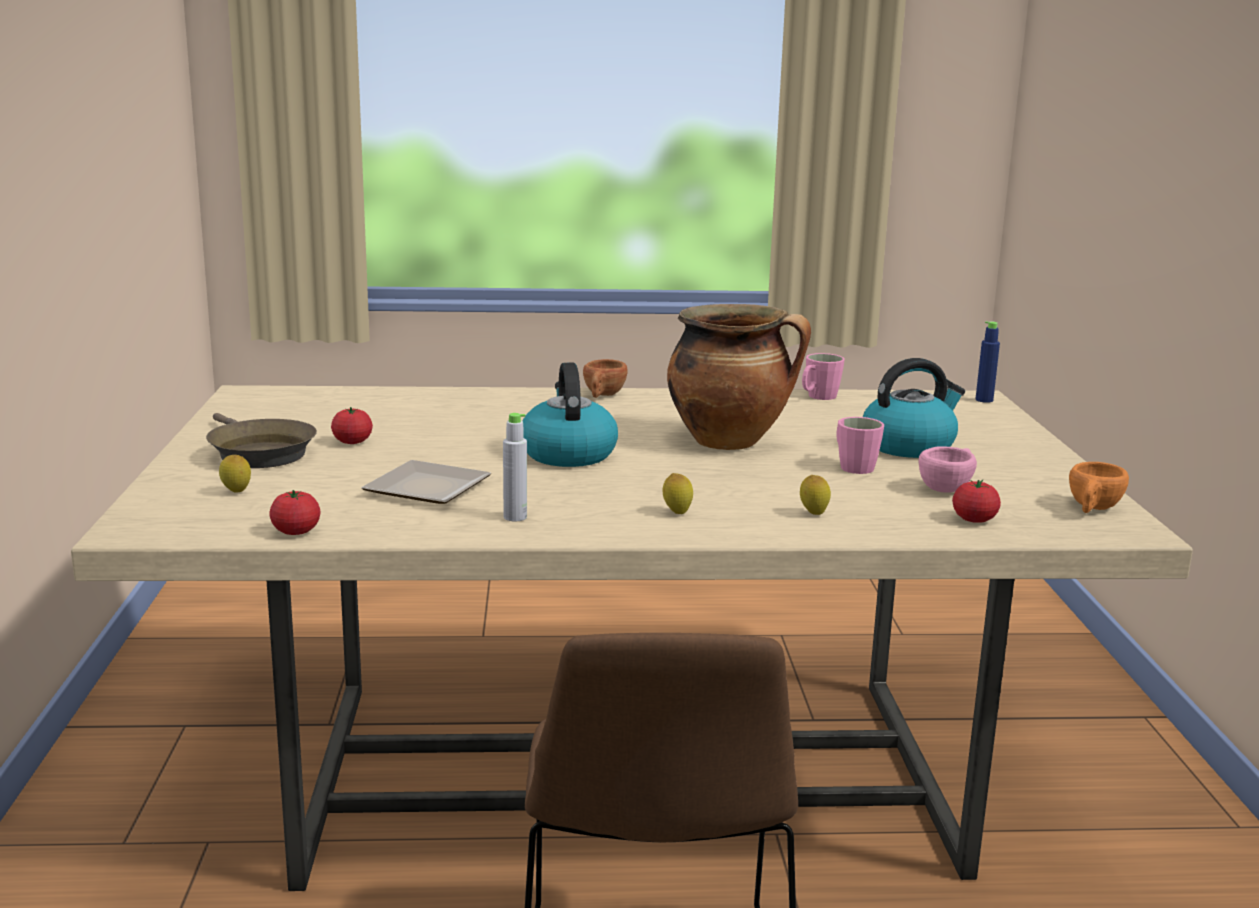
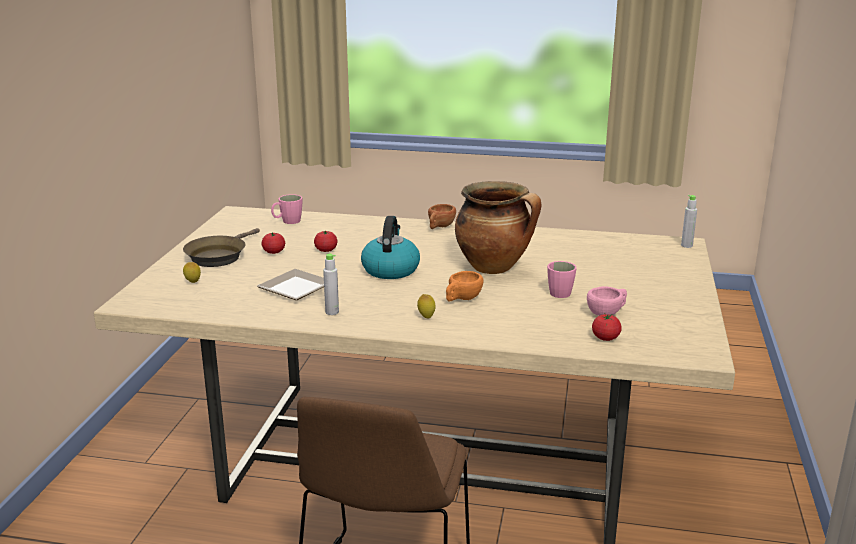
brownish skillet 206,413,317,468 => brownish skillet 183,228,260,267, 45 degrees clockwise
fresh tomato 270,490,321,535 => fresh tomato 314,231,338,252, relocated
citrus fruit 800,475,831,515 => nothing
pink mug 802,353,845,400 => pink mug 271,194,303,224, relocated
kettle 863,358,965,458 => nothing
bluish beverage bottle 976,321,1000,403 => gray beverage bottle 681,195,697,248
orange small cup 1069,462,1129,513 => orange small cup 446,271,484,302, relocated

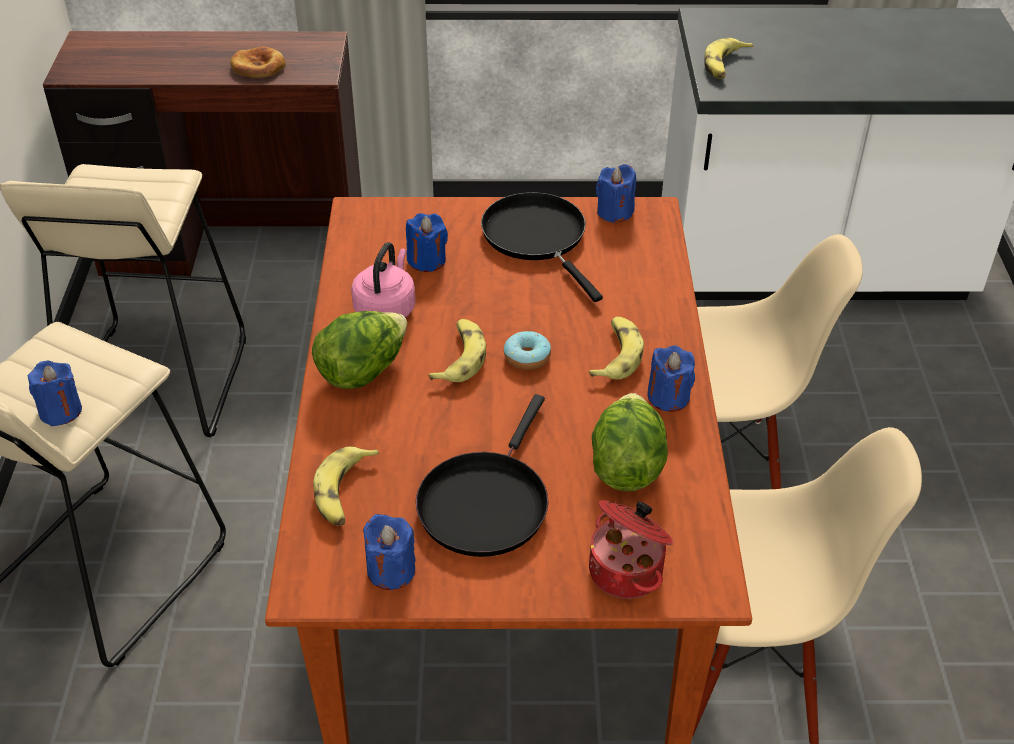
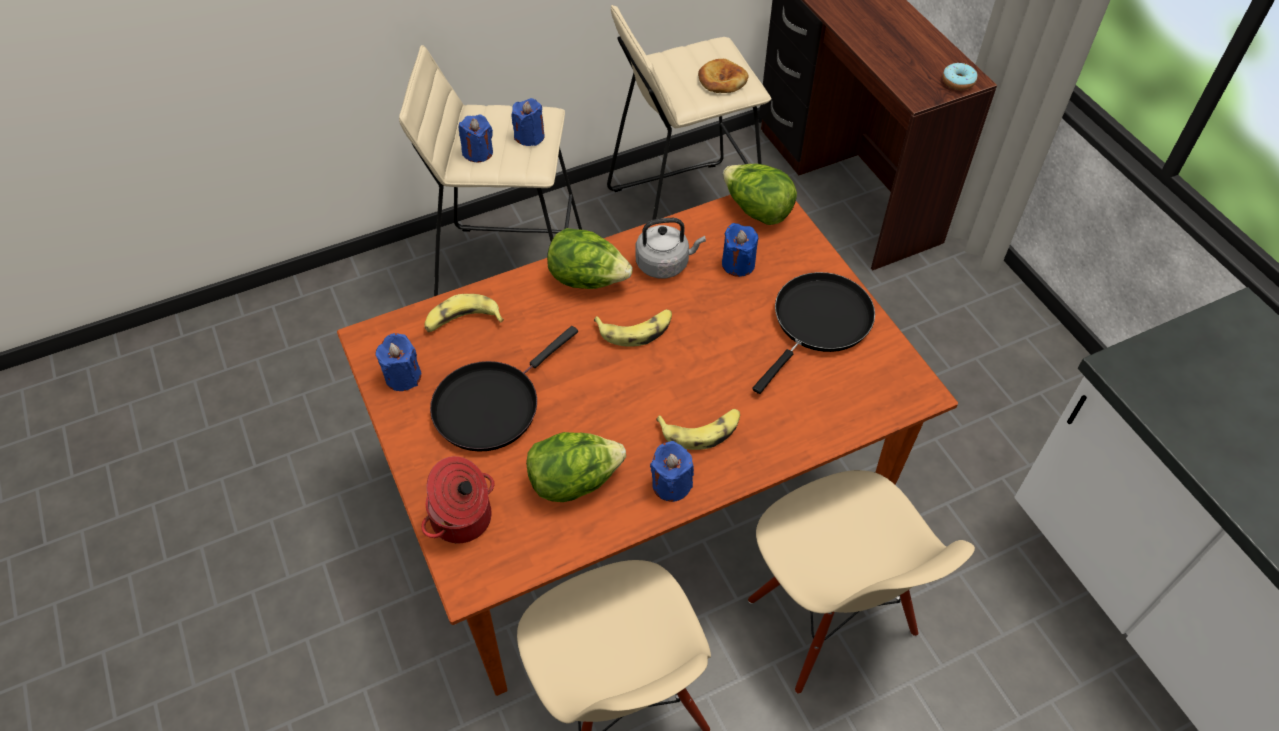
baked bread 230,47,286,78 => baked bread 698,59,749,93, relocated
pink kettle 351,242,416,317 => gray kettle 636,218,706,278
blackish skillet 416,394,548,557 => blackish skillet 430,326,578,452, 45 degrees counterclockwise
doughnut 504,331,551,370 => doughnut 943,63,978,90, relocated
bluish wax candle 596,164,636,223 => bluish wax candle 512,98,545,146, relocated
banana 704,38,753,79 => nothing
nothing => lettuce 723,164,797,225

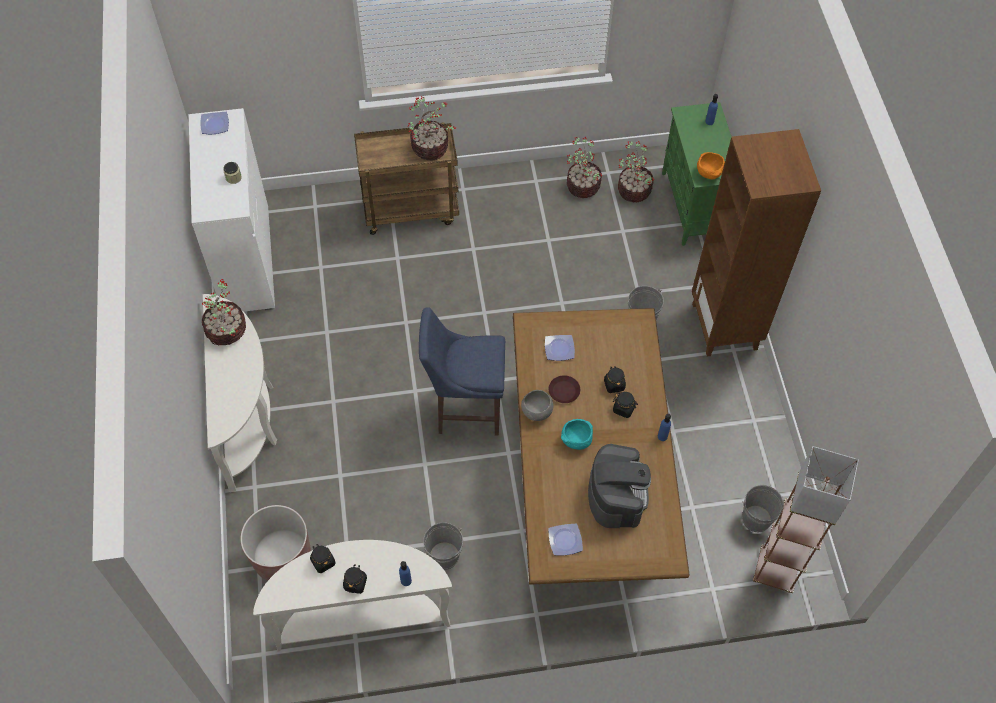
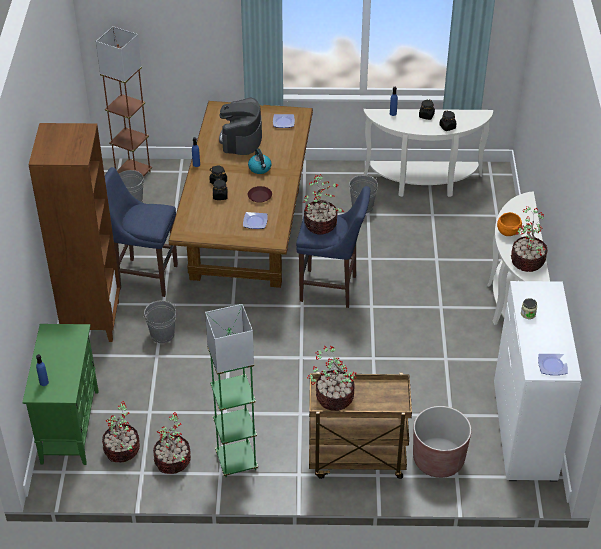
brownish plant pot 240,505,311,581 => brownish plant pot 413,406,471,478, relocated
gray deep dish 521,390,553,421 => nothing
turquoise deep dish 561,419,593,450 => kettle 248,149,272,174
orange deep dish 697,152,725,179 => orange deep dish 497,212,522,236, relocated
nothing => bluish stool seat 105,167,178,297
nothing => green standard lamp 205,304,258,477
nothing => plant in a pot 303,174,344,235

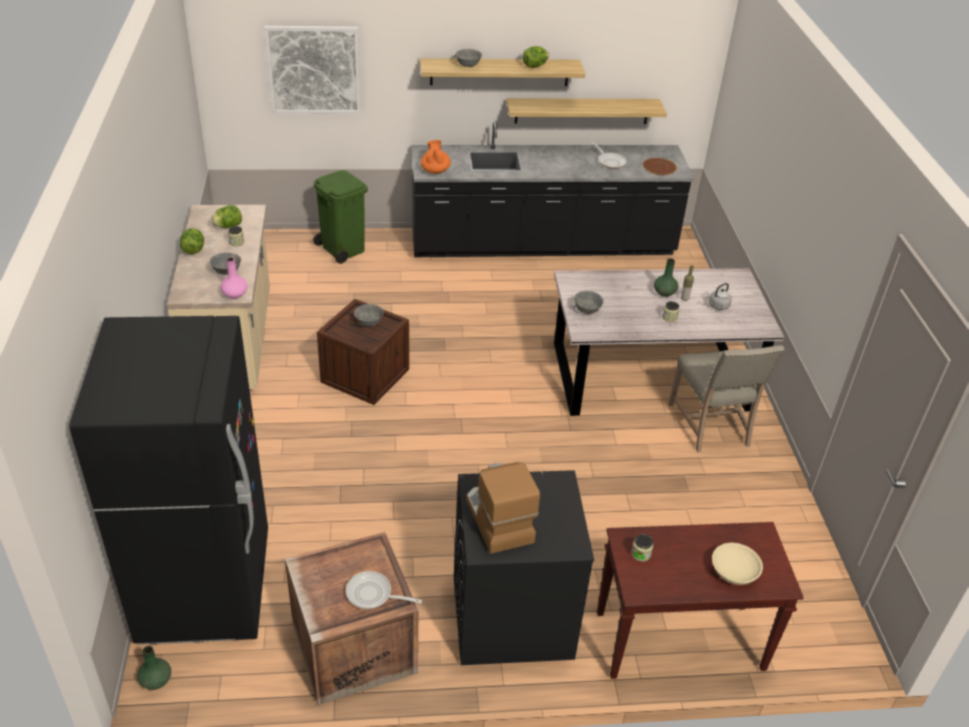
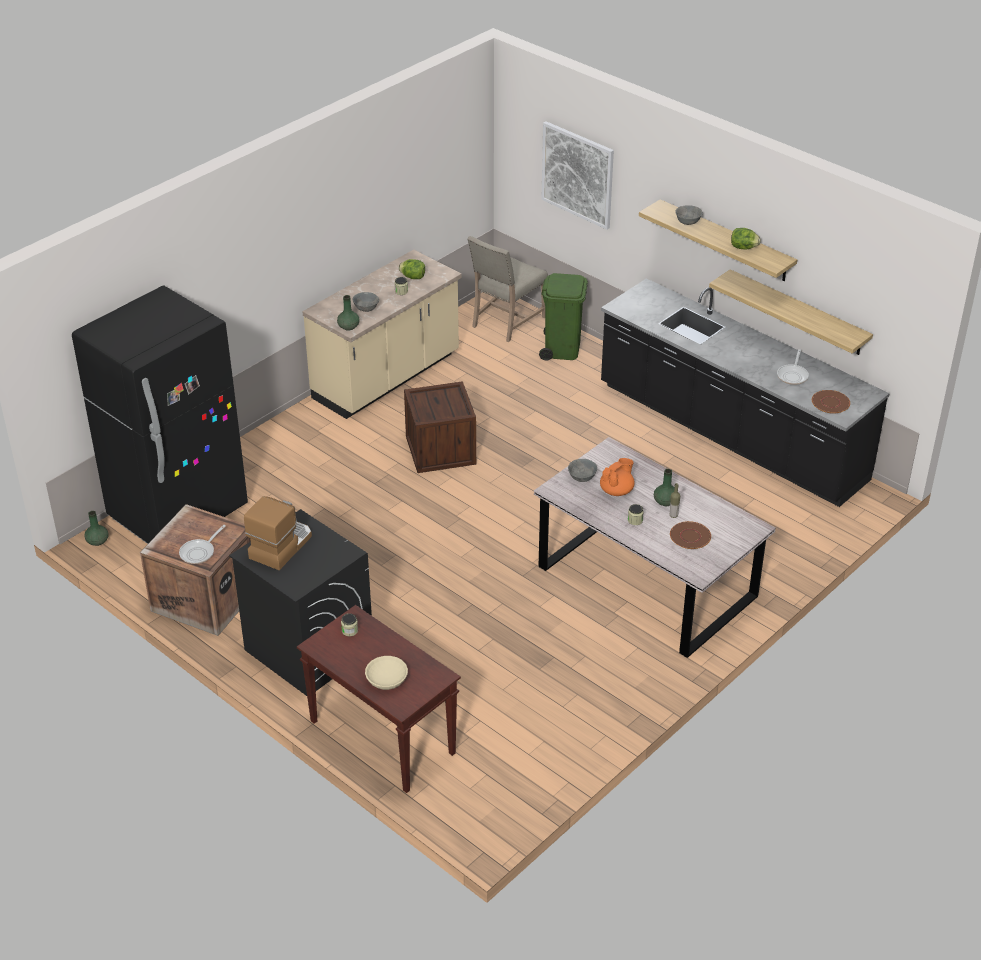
lettuce 180,228,204,255 => nothing
pink decorative vase 221,257,248,299 => green decorative vase 337,295,360,331
skillet 346,571,422,609 => skillet 179,525,226,564, 120 degrees counterclockwise
gray deep dish 354,304,384,327 => nothing
orange pot for tea 421,140,451,174 => orange pot for tea 600,458,635,496, relocated
beige chair 668,345,784,452 => beige chair 467,236,548,342, relocated
gray kettle 707,283,732,310 => brownish plate 670,521,711,549

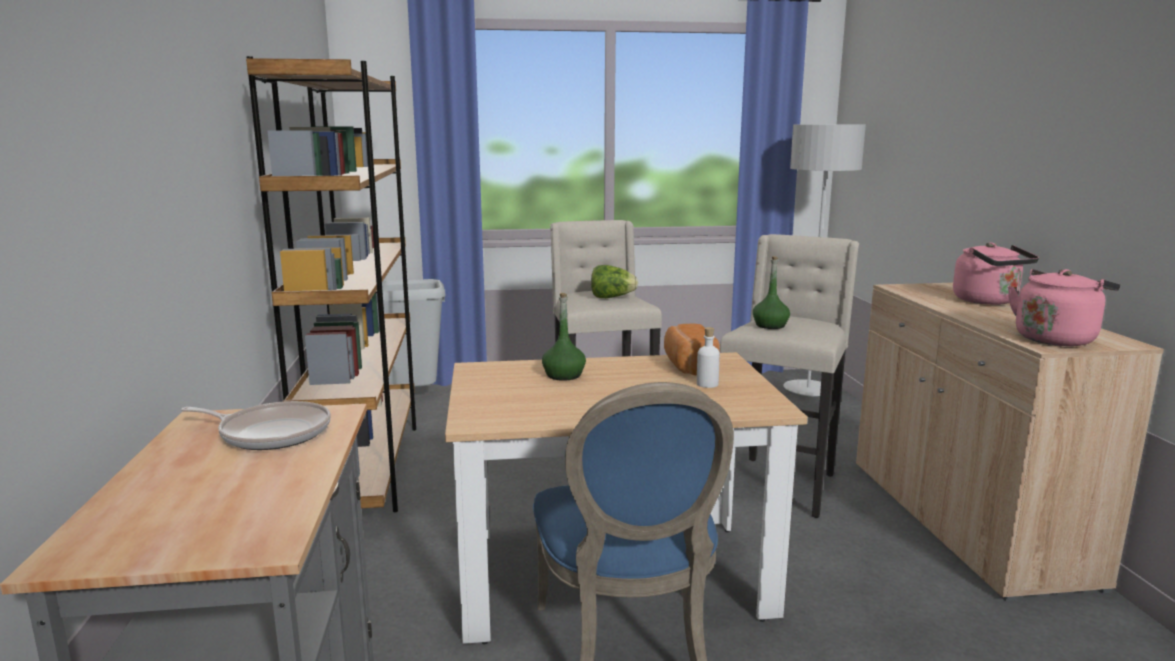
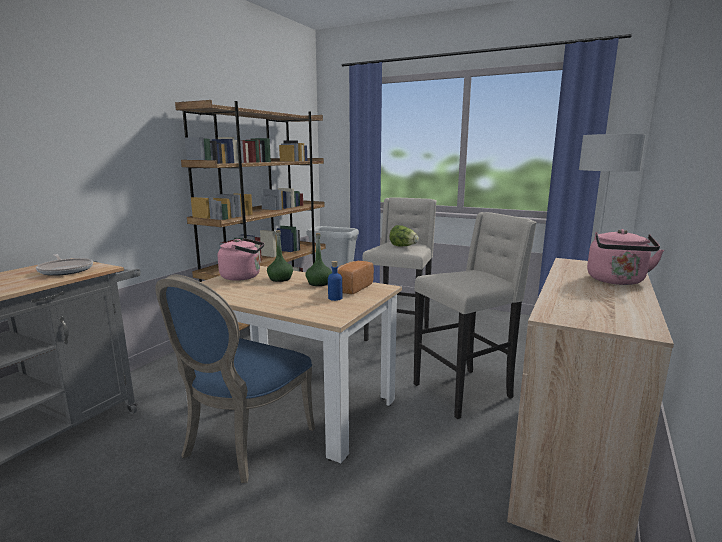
white-coloured beverage bottle 697,327,720,388 => bluish beverage bottle 328,261,343,301
green beverage bottle 753,256,790,329 => green beverage bottle 305,233,332,286, relocated
pink kettle 1008,269,1120,346 => pink kettle 218,238,264,281, relocated

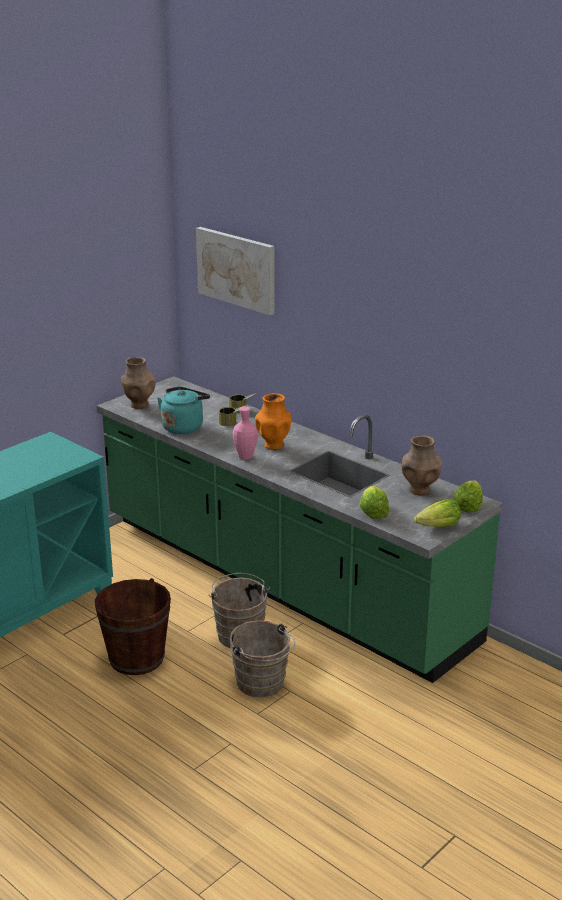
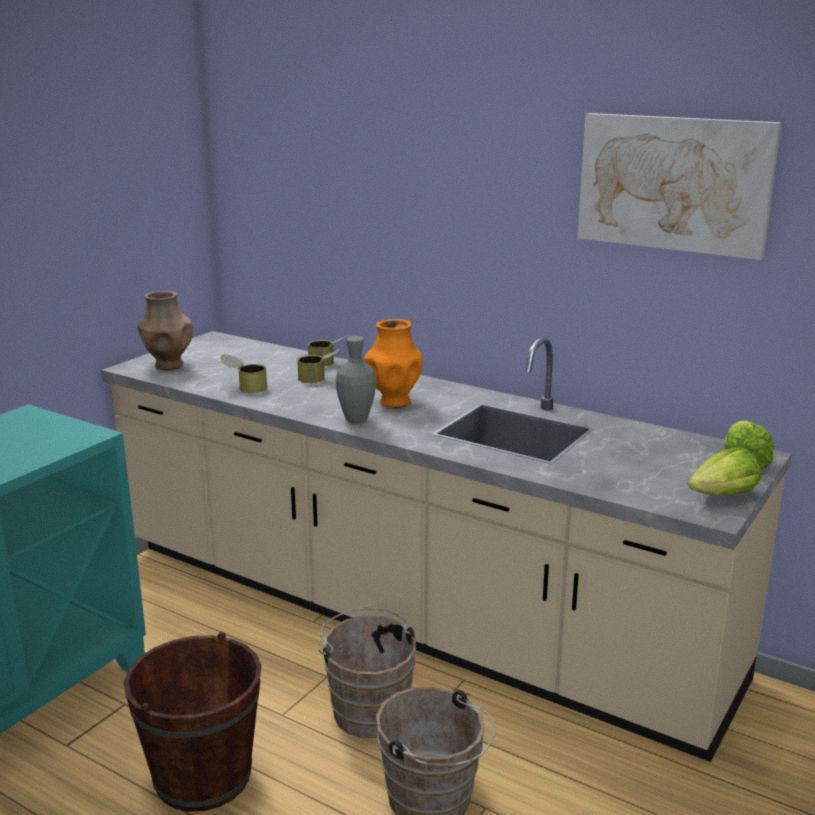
green kitchen base unit 96,376,503,683 => beige kitchen base unit 101,331,791,762
turquoise kettle 157,387,210,434 => can 220,354,267,393
wall art 196,227,275,315 => wall art 578,113,782,260, relocated
pink decorative vase 233,406,258,460 => gray decorative vase 336,336,376,423
lettuce 360,486,389,519 => nothing
brownish decorative vase 402,436,442,496 => nothing

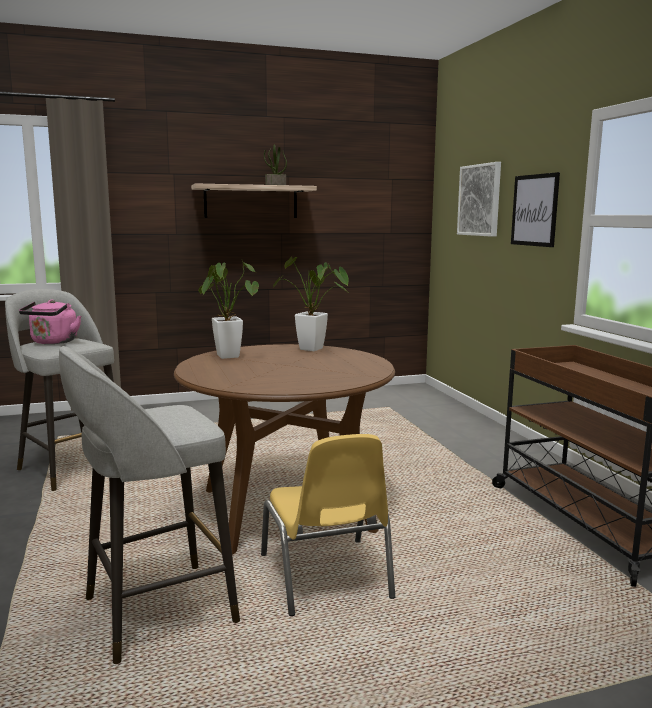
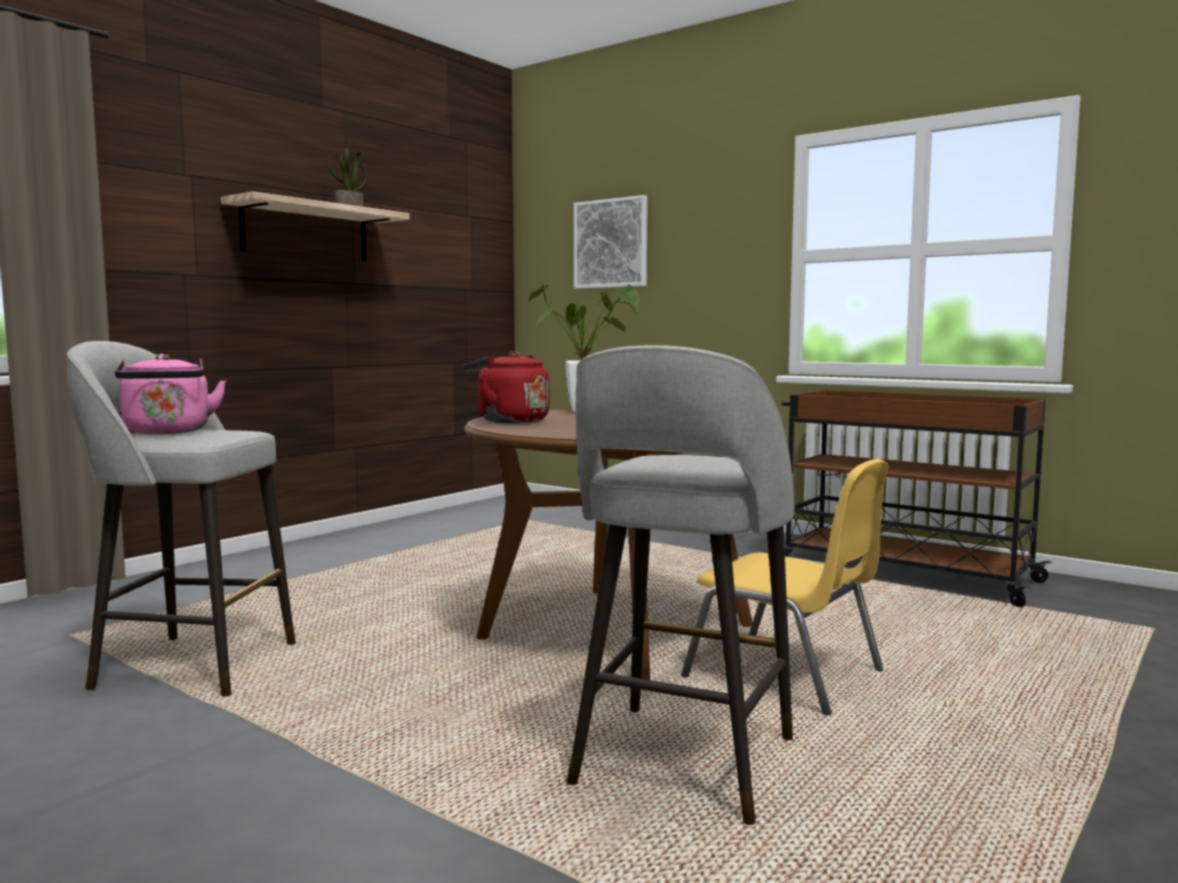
plant in a pot 198,260,259,359 => red-coloured kettle 463,351,550,423
wall art 511,172,560,247 => nothing

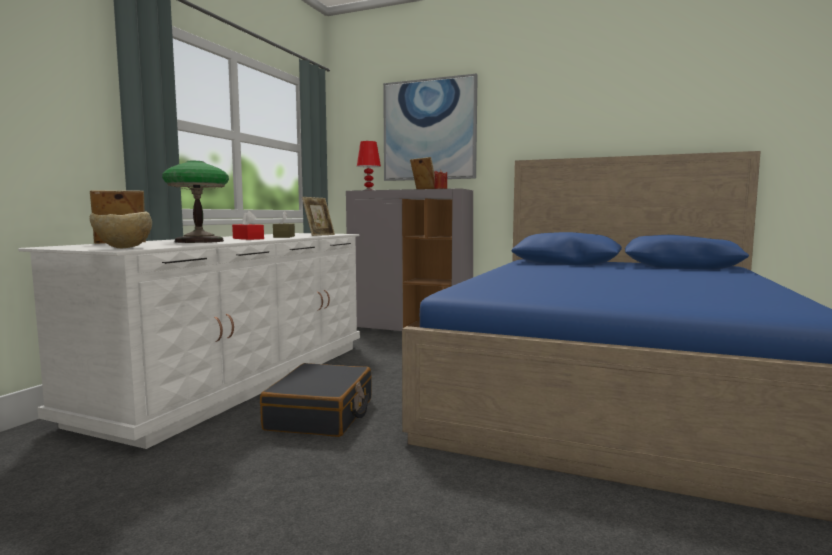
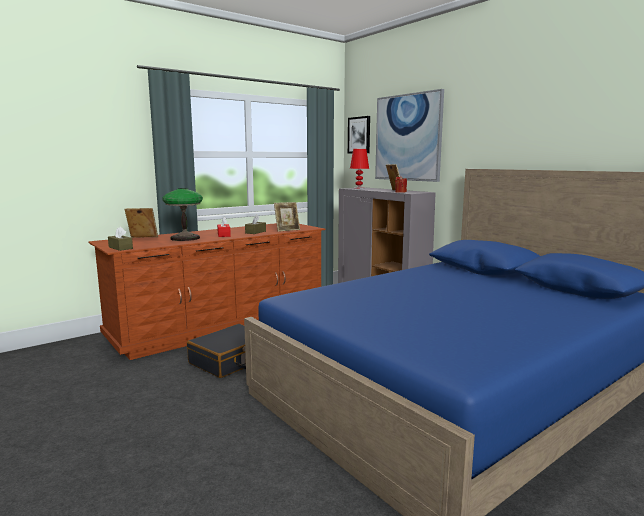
white-coloured dresser 18,233,360,449 => brownish dresser 88,223,325,360
beige deep dish 89,211,152,248 => brownish box of tissues 108,227,133,251
nothing => wall art 348,116,370,153

